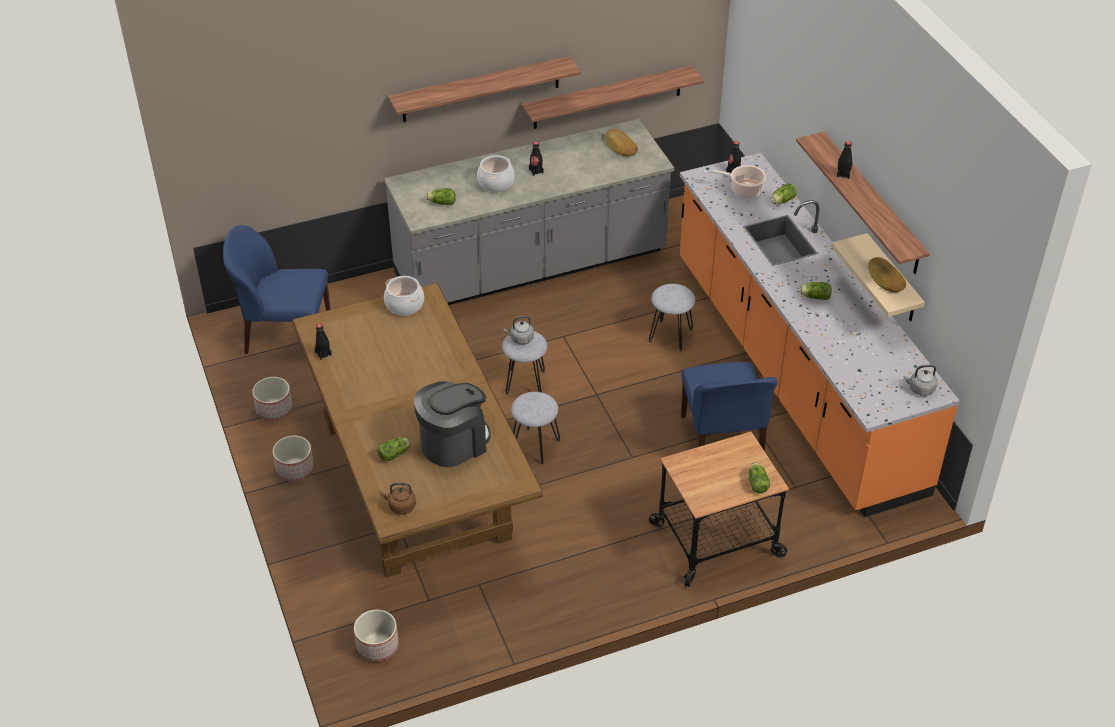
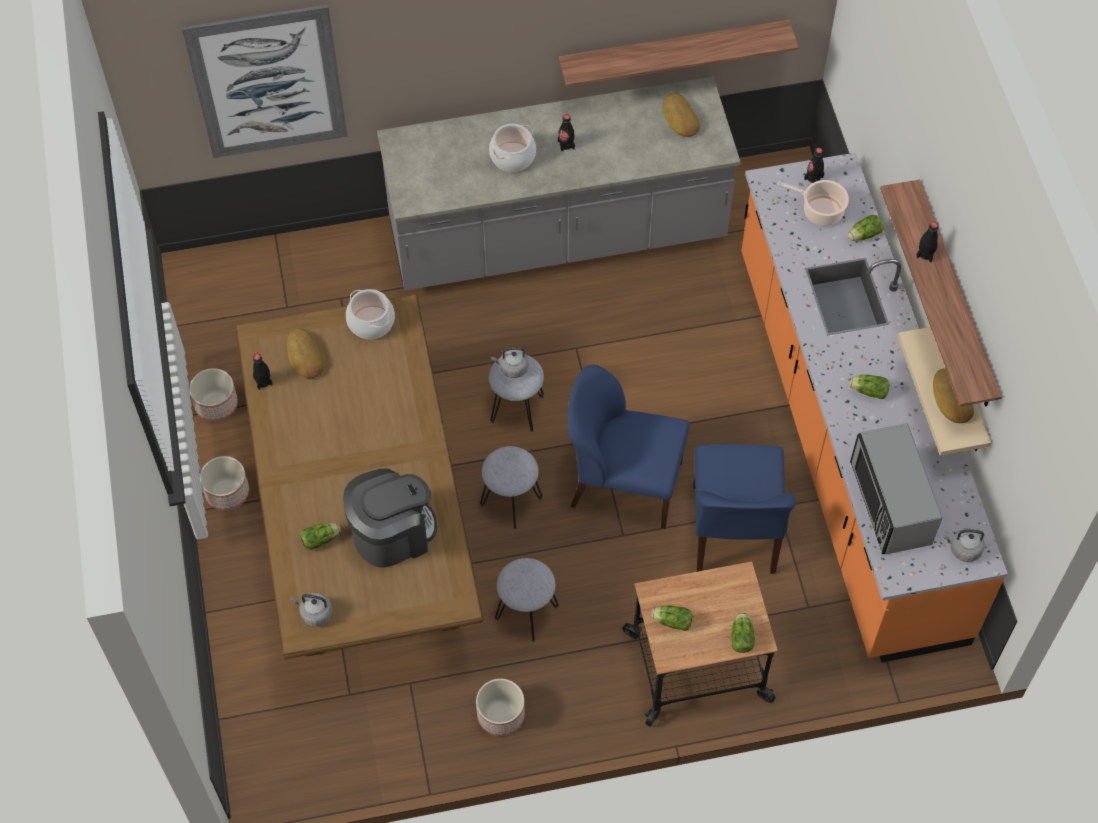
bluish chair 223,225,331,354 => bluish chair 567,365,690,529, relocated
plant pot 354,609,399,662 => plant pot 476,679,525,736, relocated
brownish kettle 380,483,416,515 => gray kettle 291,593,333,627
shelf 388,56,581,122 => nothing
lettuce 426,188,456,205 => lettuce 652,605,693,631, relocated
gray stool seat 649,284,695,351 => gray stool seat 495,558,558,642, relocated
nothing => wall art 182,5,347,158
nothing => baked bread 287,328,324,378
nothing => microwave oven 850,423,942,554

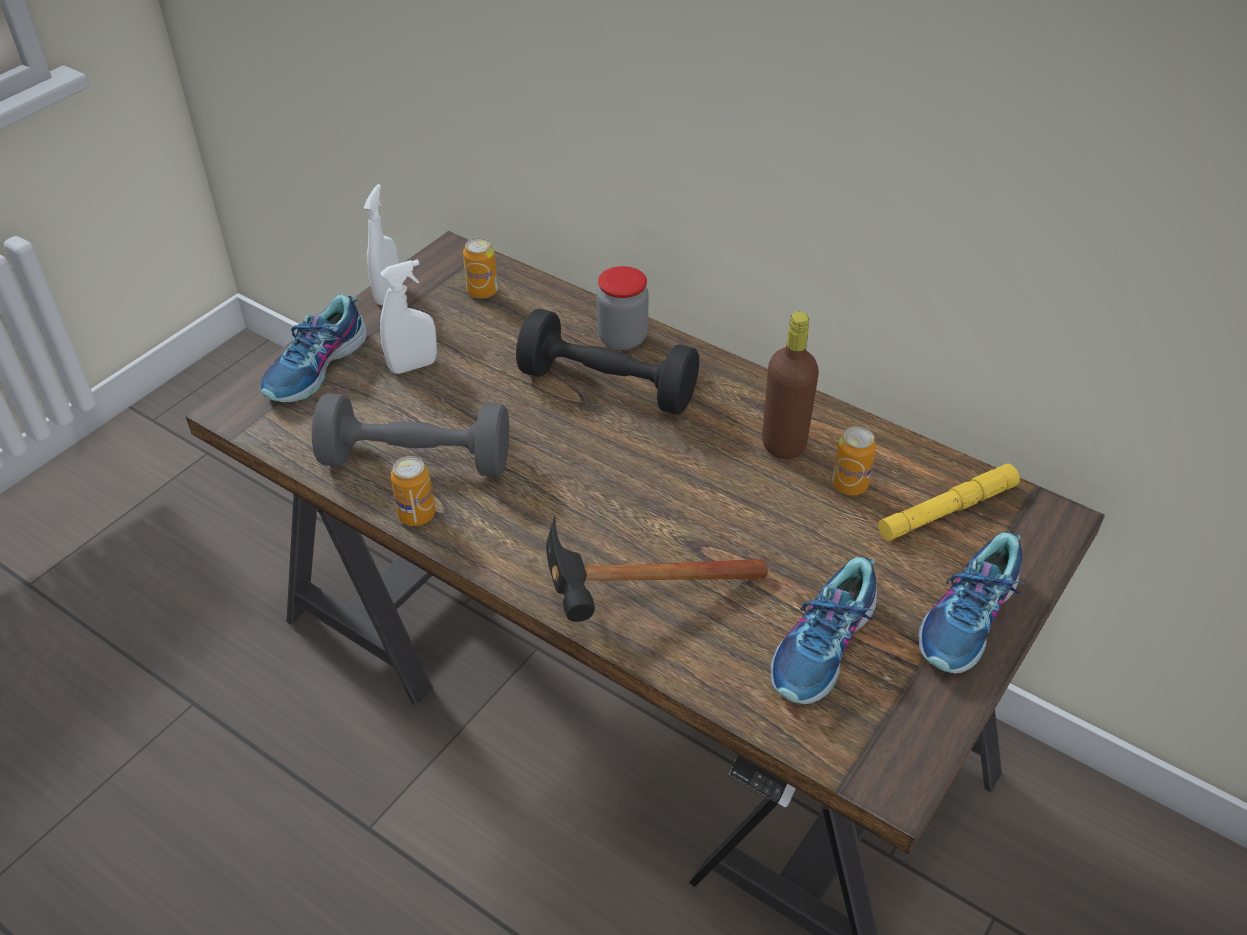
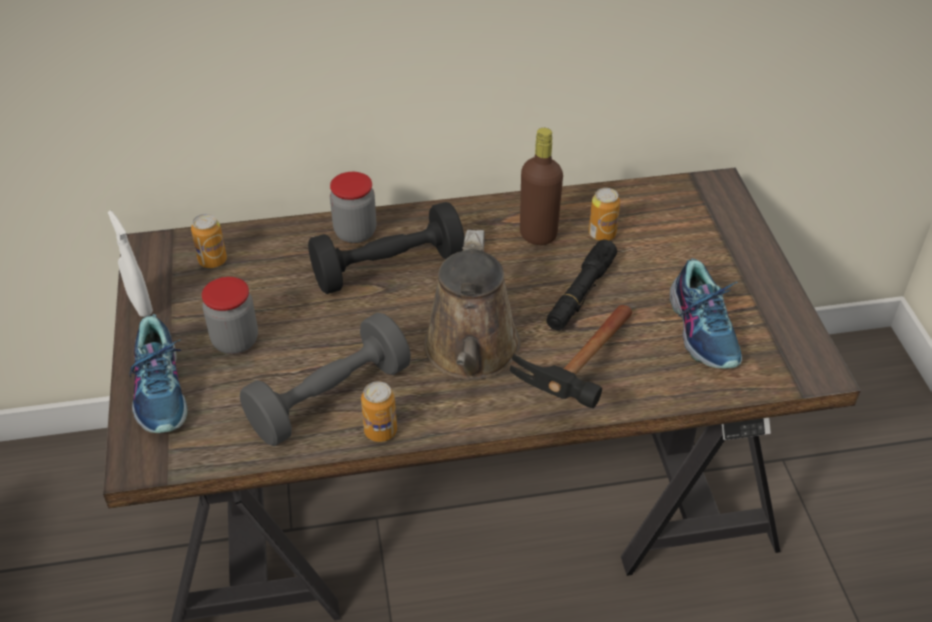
white-coloured sprayer 380,260,437,374 => preserve jar 202,277,258,354
yellow-coloured torch 878,464,1020,541 => nothing
low shoe 918,532,1025,674 => nothing
nothing => brownish watering can 424,230,520,380
nothing => blackish torch 547,240,617,330

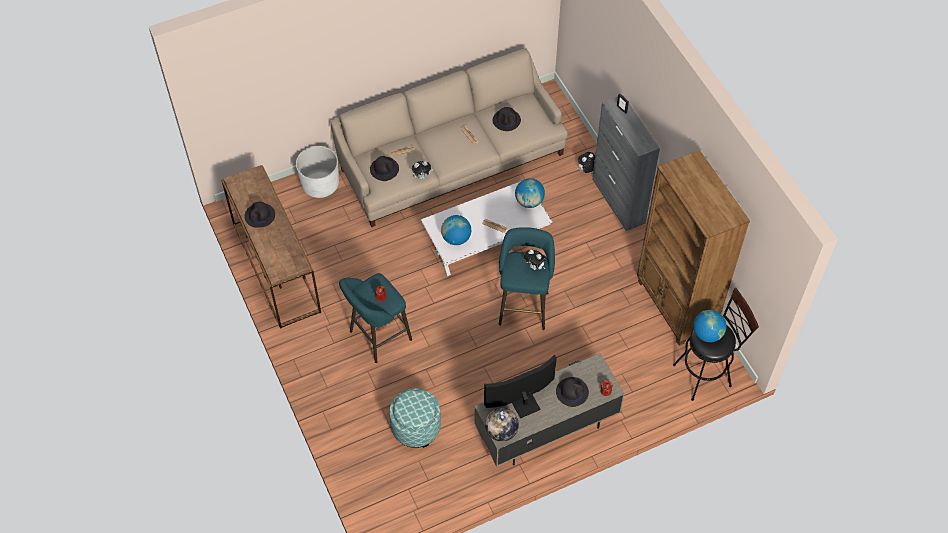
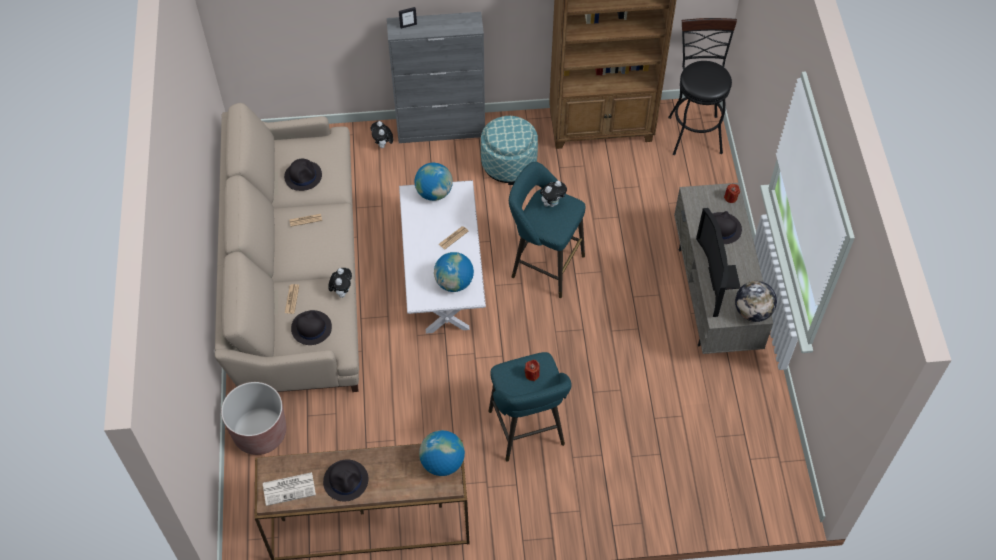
white-coloured plant pot 296,146,339,198 => brownish plant pot 221,382,286,455
pouffe 389,388,441,448 => pouffe 481,116,538,185, relocated
world globe 693,310,727,342 => world globe 419,430,465,476, relocated
nothing => printed paper 263,472,316,506

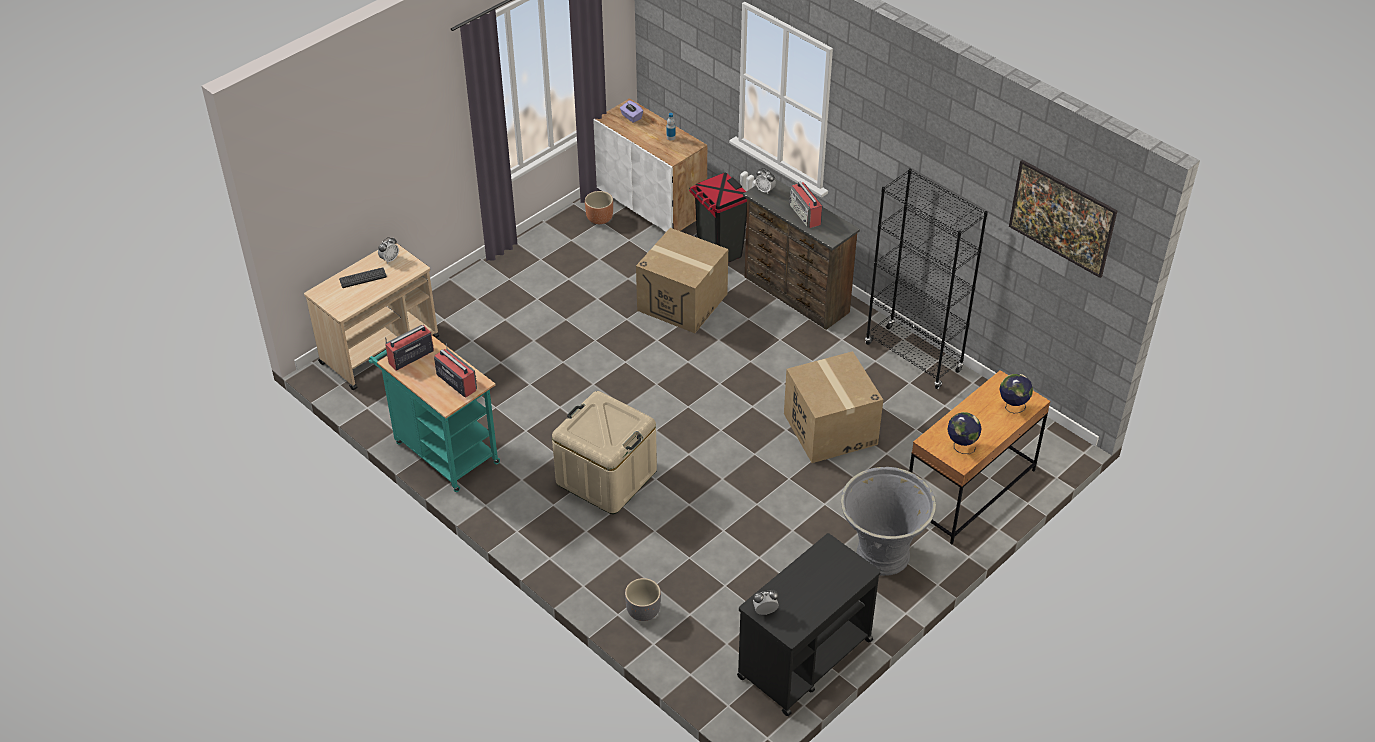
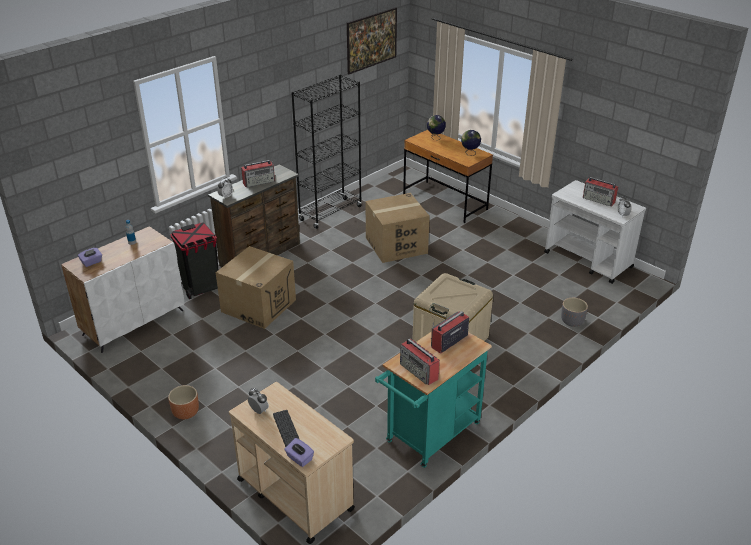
brownish plant pot 585,191,613,224 => brownish plant pot 168,385,199,419, relocated
blackish trolley 737,533,881,716 => white-coloured trolley 544,180,646,284
gray plant pot 841,467,936,576 => nothing
nothing => purplish box of tissues 284,438,314,467
nothing => radio 583,177,618,206

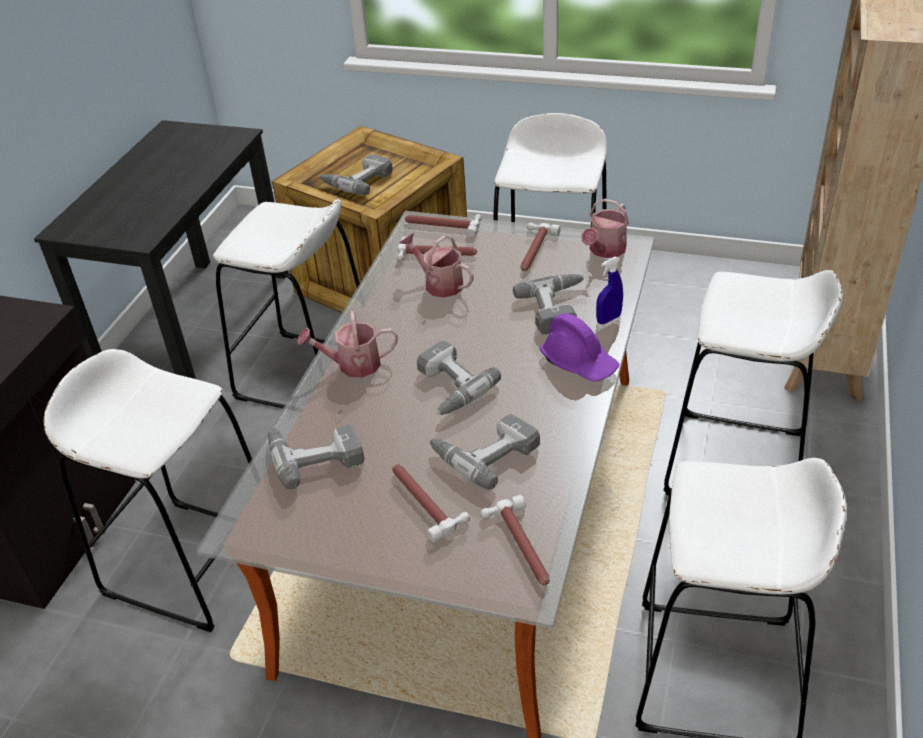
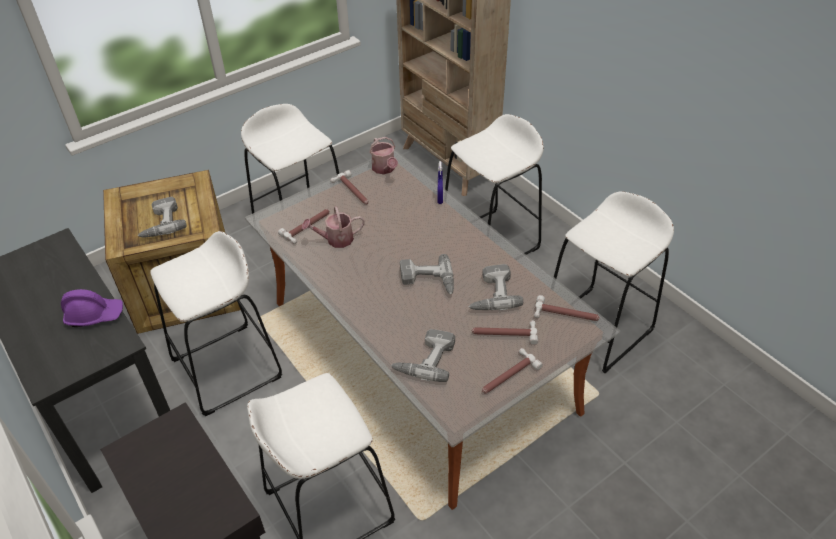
watering can 297,311,398,377 => nothing
hammer 405,214,482,238 => hammer 482,348,543,393, relocated
electric drill 513,274,584,334 => nothing
purplish hard hat 540,313,619,382 => purplish hard hat 61,289,123,327, relocated

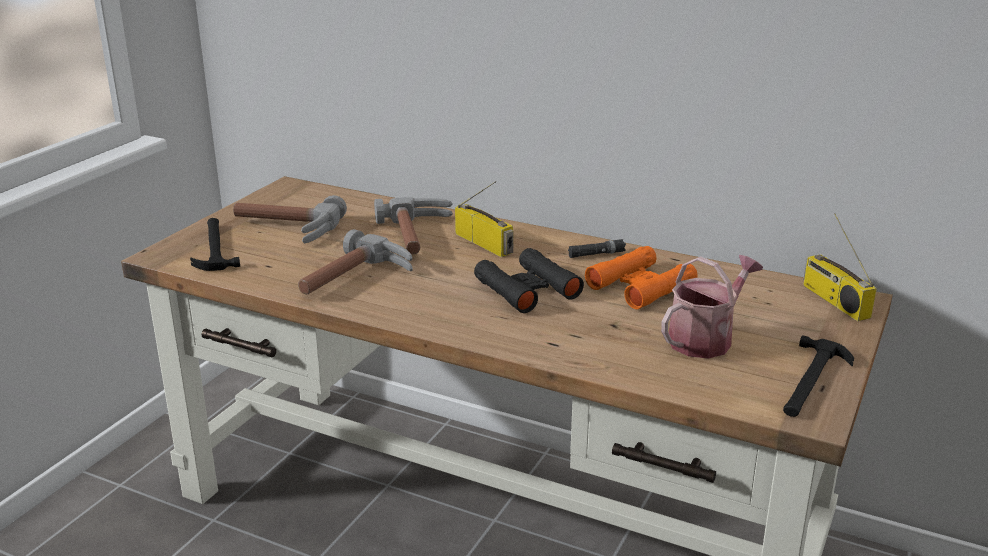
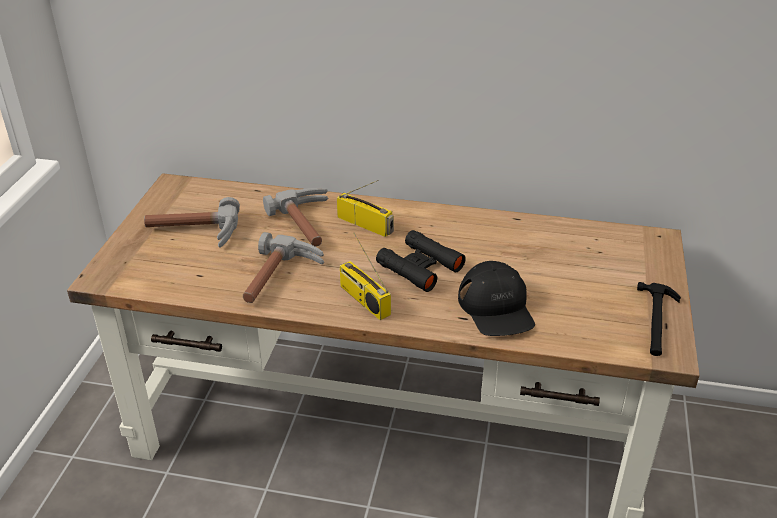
hammer 190,218,240,271 => nothing
blackish torch 568,239,626,258 => nothing
orange binoculars 585,246,697,309 => nothing
watering can 661,255,763,359 => nothing
radio 803,213,877,321 => radio 340,233,391,320, relocated
nothing => blackish peaked cap 458,261,535,336

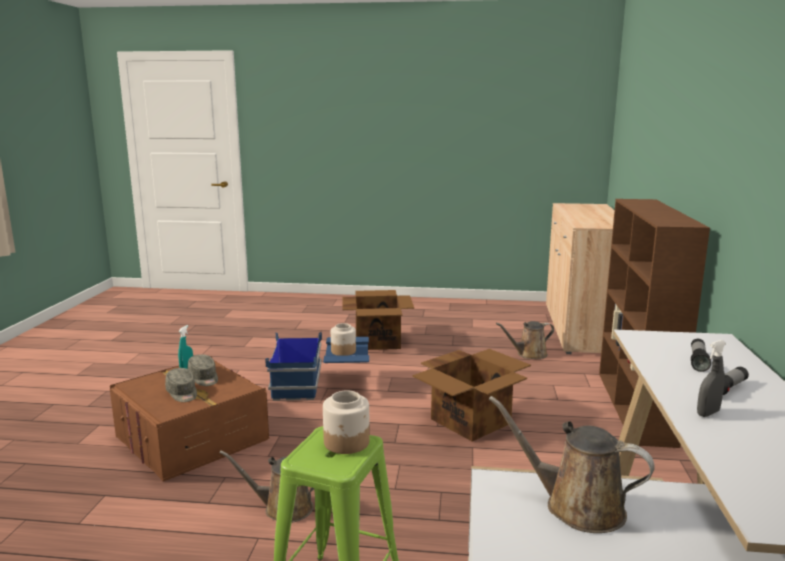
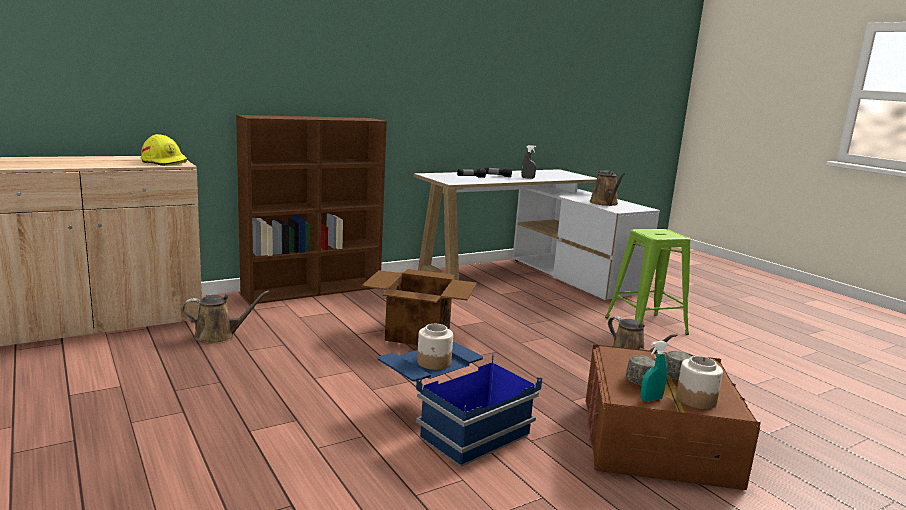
preserve jar 323,390,370,454 => preserve jar 676,356,723,409, relocated
packing box 343,290,414,350 => nothing
brownish watering can 496,321,554,359 => brownish watering can 182,290,270,344, 45 degrees counterclockwise
nothing => yellow-coloured hard hat 141,134,188,166

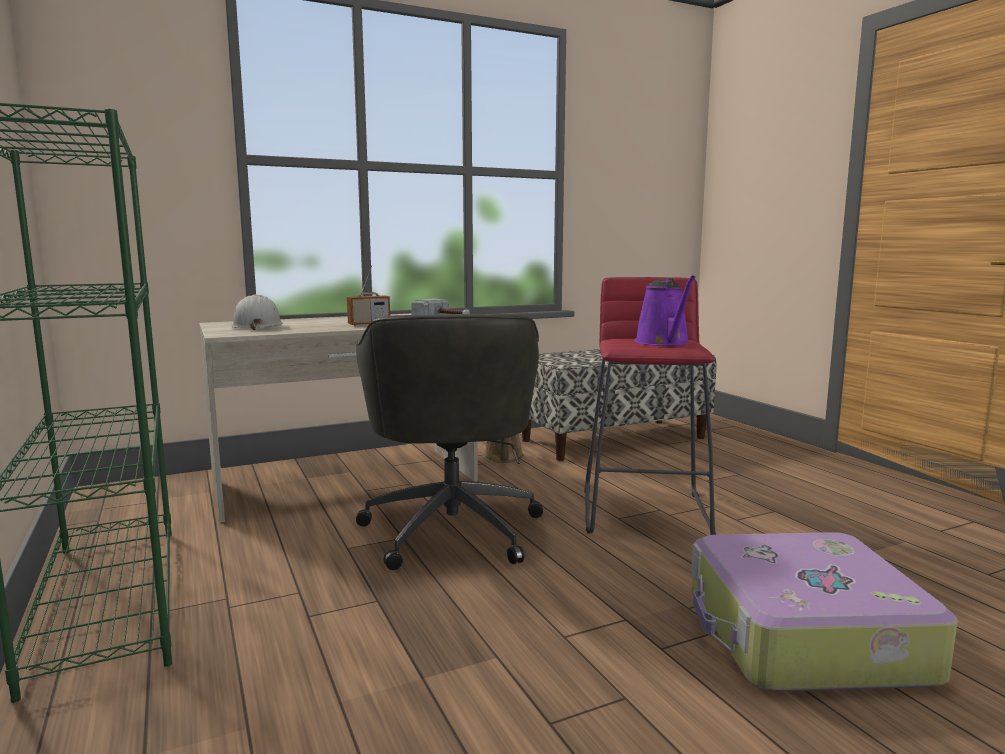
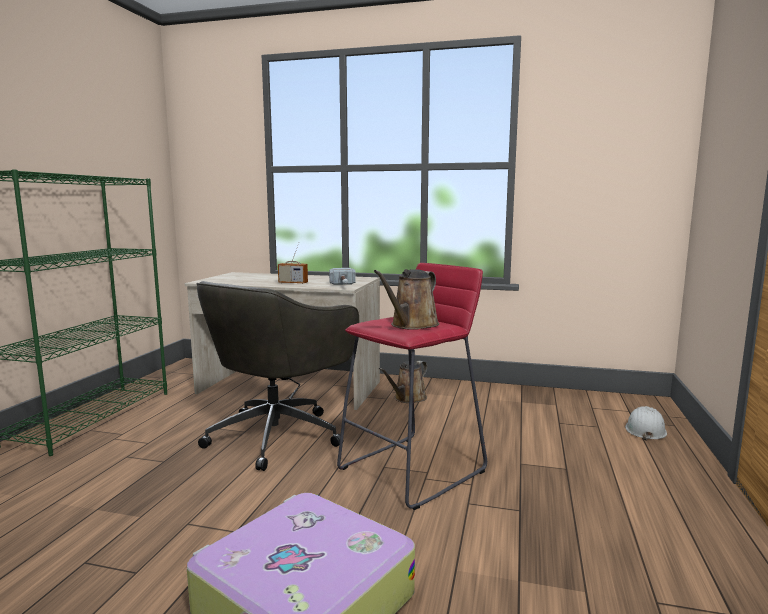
white-coloured hard hat 231,295,283,330 => white-coloured hard hat 625,406,667,441, relocated
indoor bench 522,349,716,461 => nothing
purplish watering can 635,275,695,346 => brownish watering can 374,269,439,330

